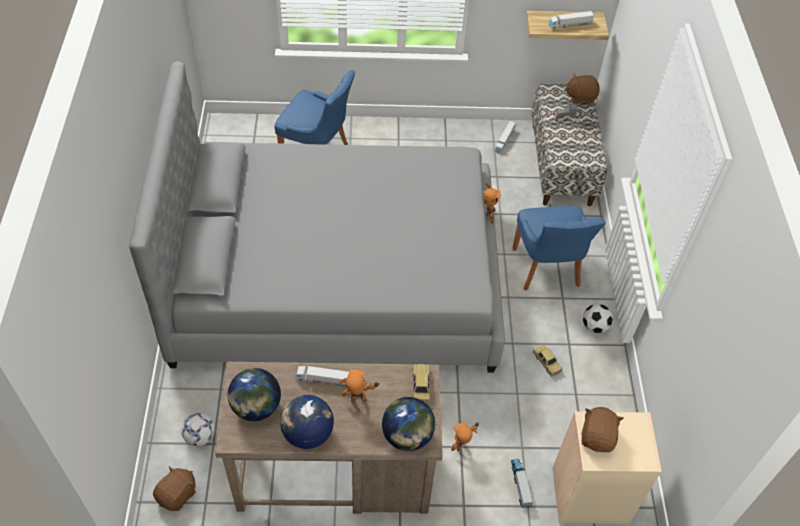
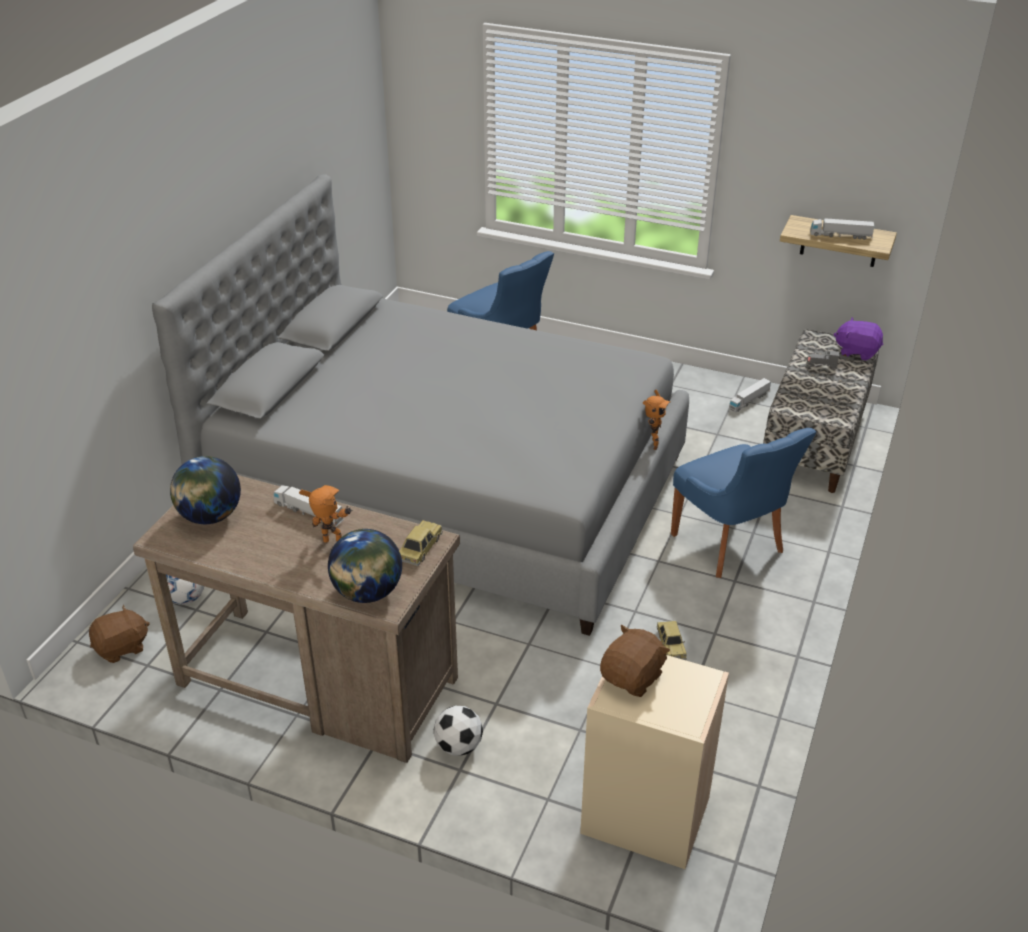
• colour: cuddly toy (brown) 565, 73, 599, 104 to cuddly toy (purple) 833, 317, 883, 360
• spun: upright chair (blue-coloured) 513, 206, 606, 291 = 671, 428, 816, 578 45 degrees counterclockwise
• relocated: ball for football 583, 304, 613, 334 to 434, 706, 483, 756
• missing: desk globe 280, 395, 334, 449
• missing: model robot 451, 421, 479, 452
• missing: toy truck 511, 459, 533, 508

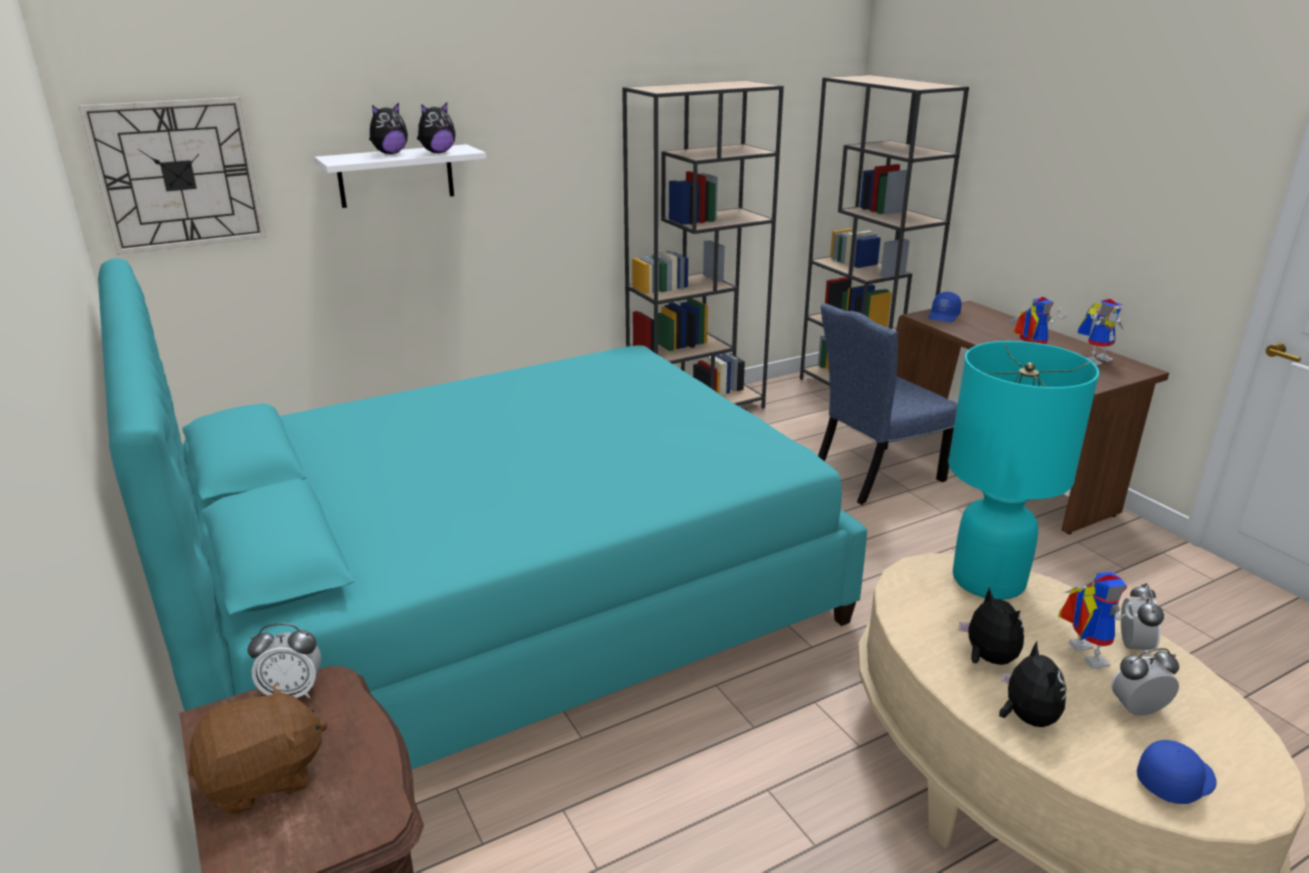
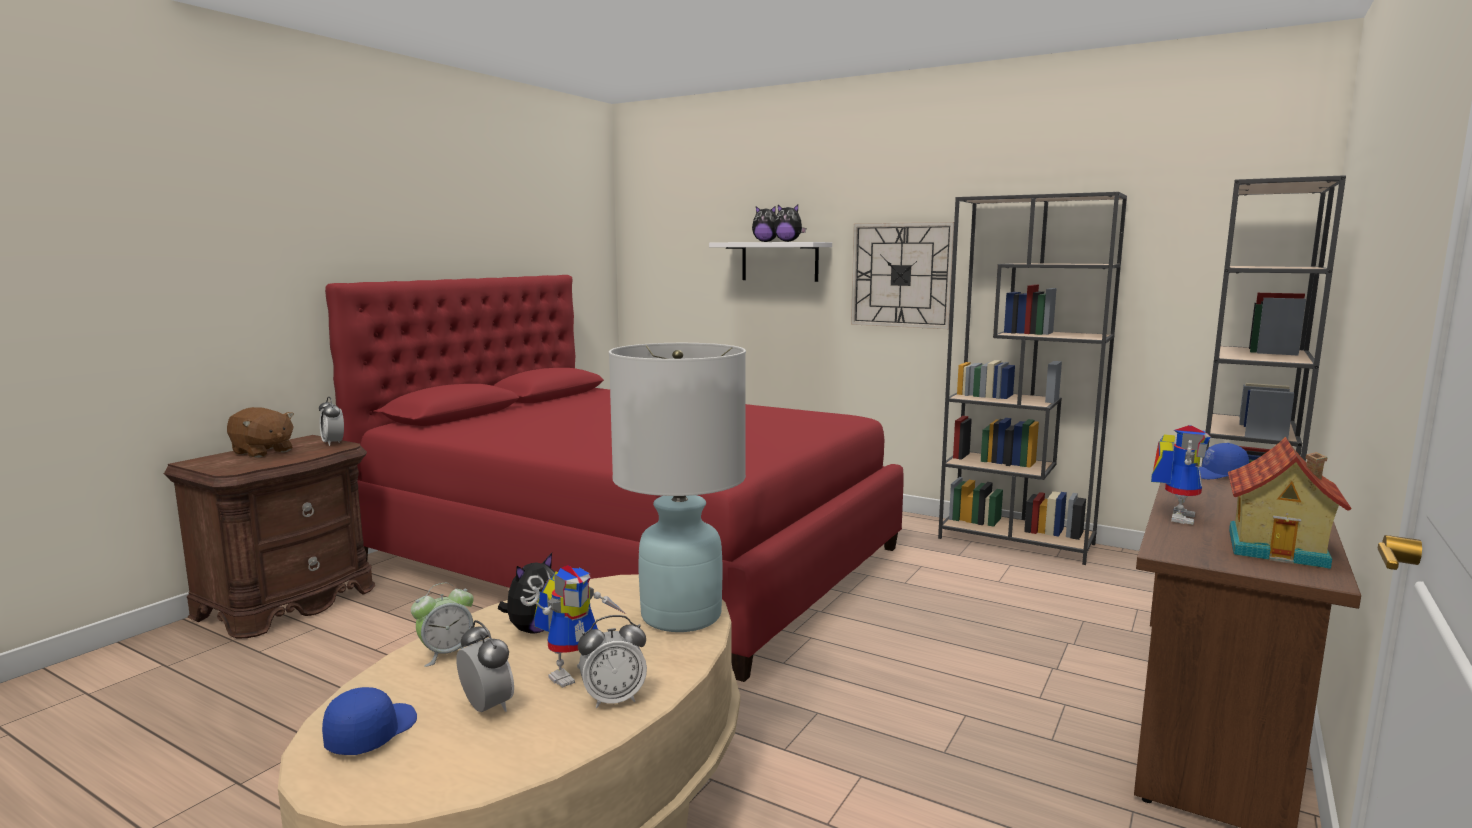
• relocated: clock on the wall 79, 97, 266, 255 to 851, 222, 954, 329
• colour: bedroom bed (blue-green) 98, 258, 867, 769 to bedroom bed (red) 325, 275, 904, 682
• exchanged: model robot 1078, 299, 1123, 365 to model house 1228, 437, 1351, 569
• missing: upright chair (blue-coloured) 818, 303, 958, 505
• colour: tabletop lamp (blue-green) 948, 341, 1099, 600 to tabletop lamp (whitish) 609, 343, 746, 632
• exchanged: cuddly toy 999, 641, 1066, 727 to table clock 411, 583, 474, 667
• spun: baseball cap (blue-coloured) 1137, 740, 1217, 804 = 322, 687, 417, 755 105 degrees counterclockwise

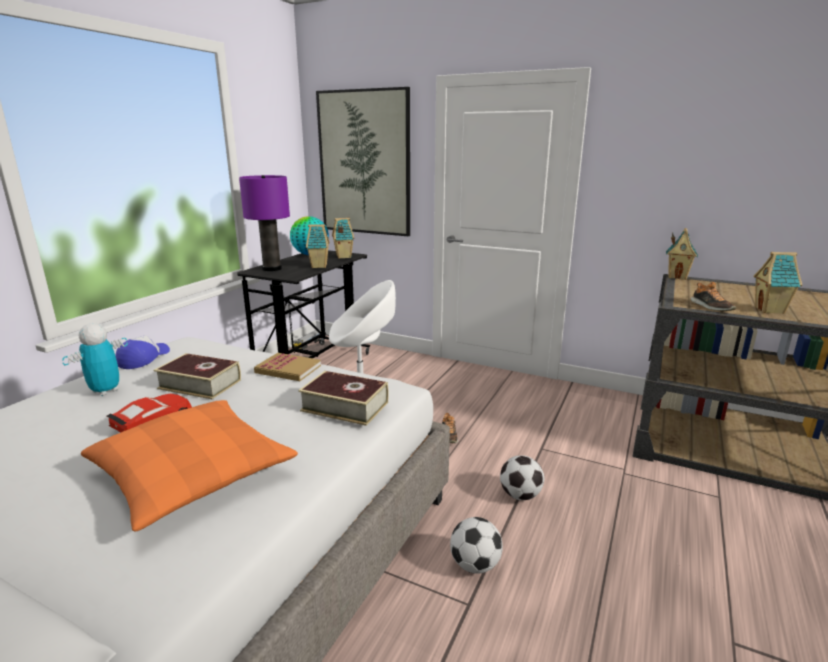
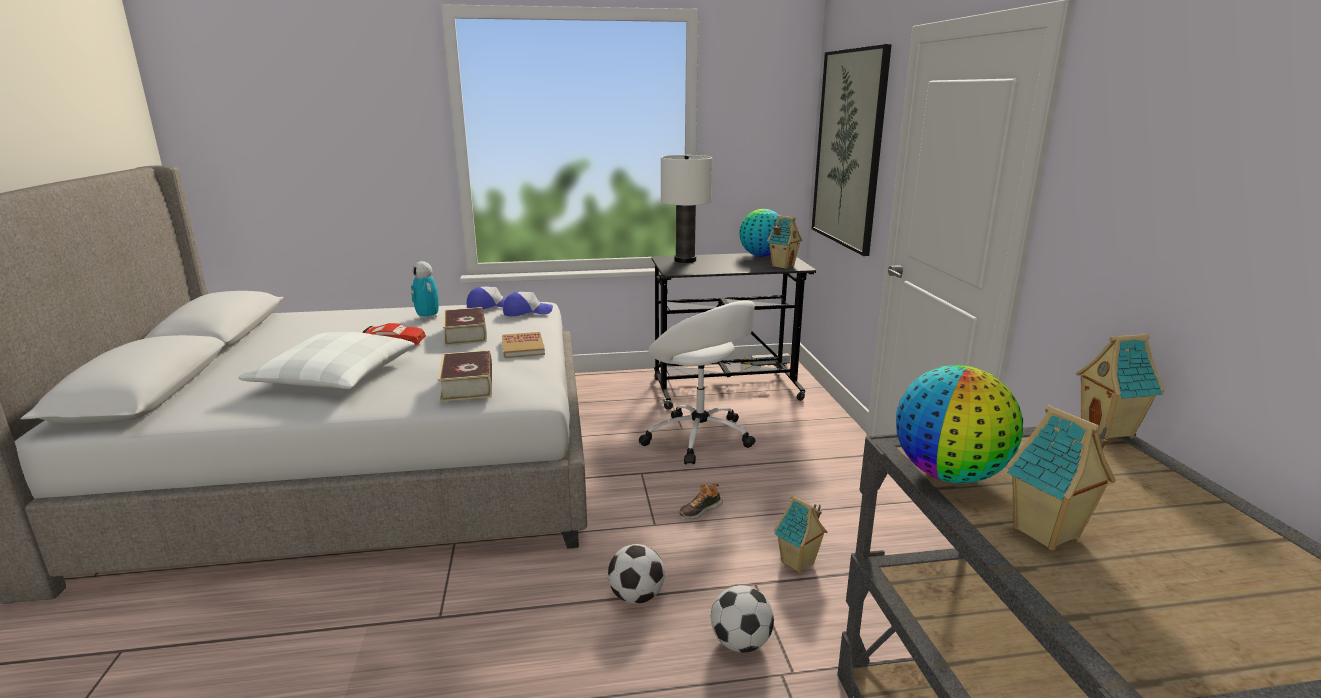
• colour: tabletop lamp (purple) 239, 175, 290, 271 to tabletop lamp (whitish) 661, 155, 712, 263
• relocated: model house 306, 224, 329, 268 to 774, 495, 827, 573
• exchanged: shoe 691, 282, 736, 311 to desk globe 896, 365, 1023, 483
• spun: model robot 62, 323, 128, 396 = 411, 261, 439, 320 120 degrees counterclockwise
• colour: cushion (orangey) 81, 400, 298, 532 to cushion (whitish) 238, 332, 415, 389
• relocated: ball for football 450, 517, 503, 574 to 711, 585, 774, 653
• appeared: baseball cap 503, 292, 553, 317

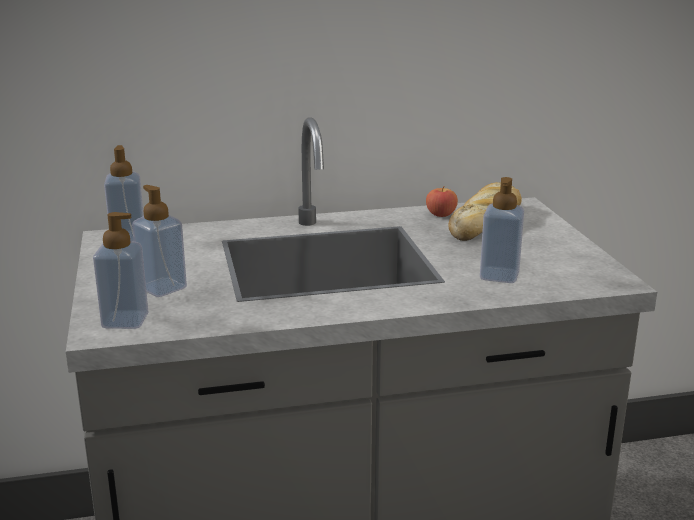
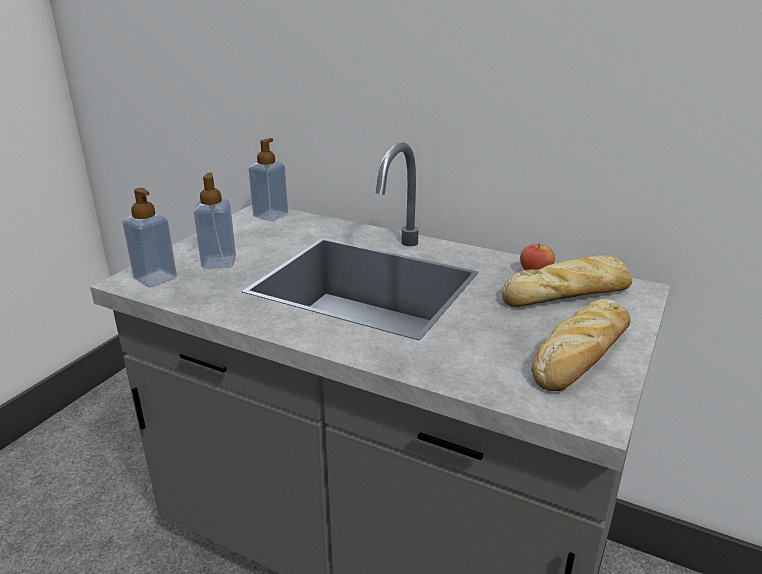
• missing: liquid soap bottle 480, 177, 524, 283
• appeared: bread 531, 299, 631, 391

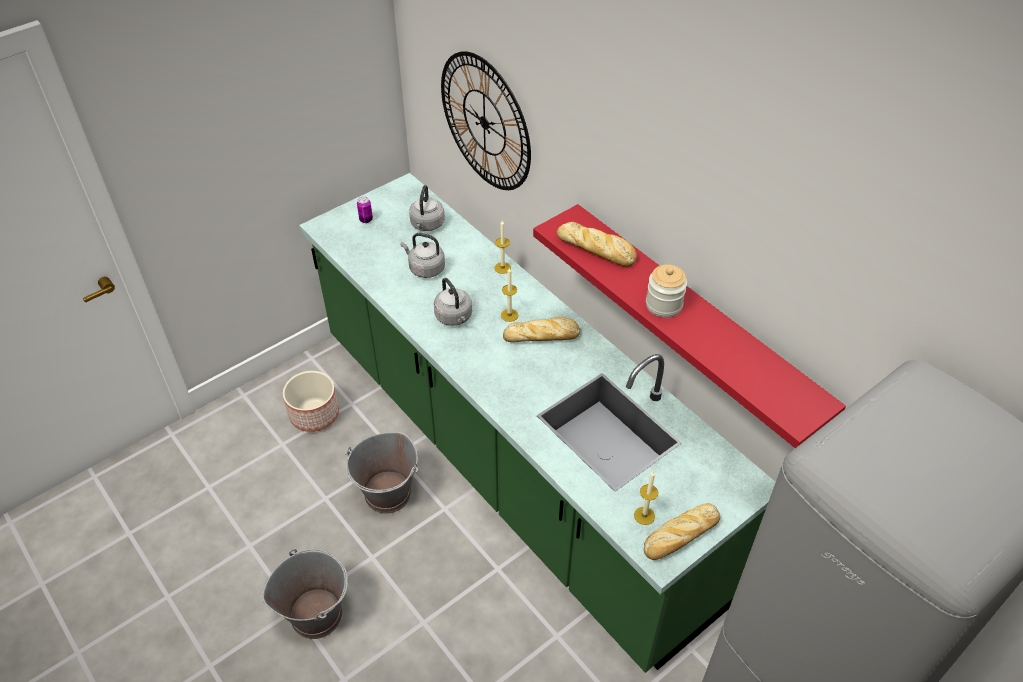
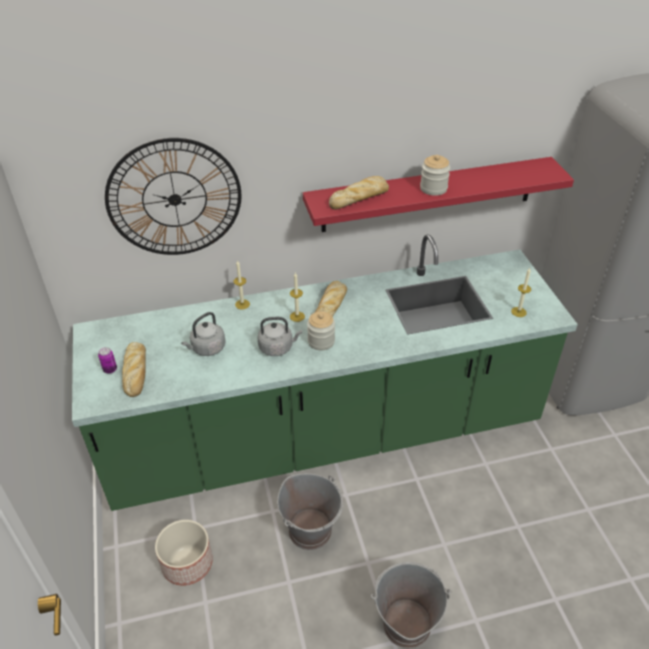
• missing: water kettle (grey) 409, 185, 444, 231
• relocated: bread 644, 503, 720, 560 to 122, 342, 146, 397
• appeared: preserve jar 307, 311, 335, 350

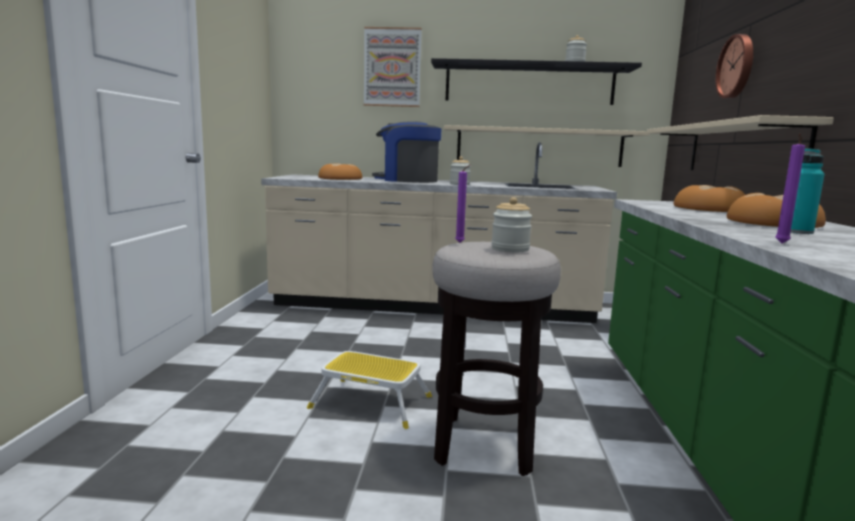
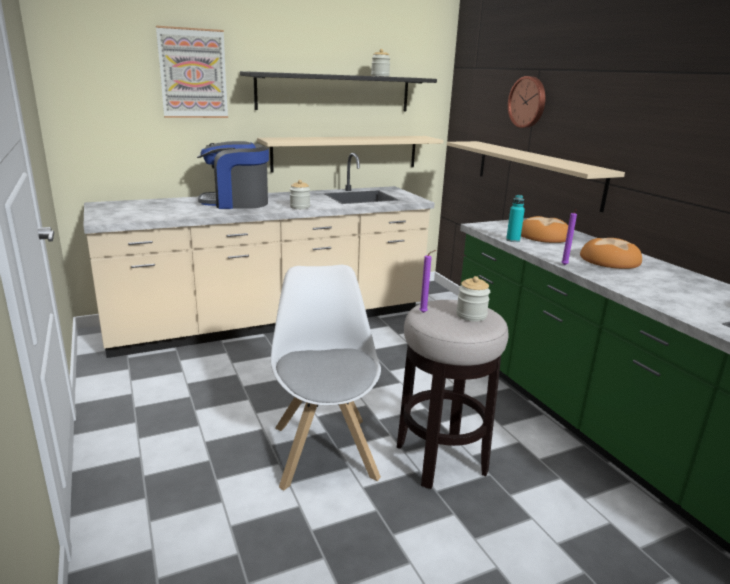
• relocated: wax candle (purple) 775, 133, 805, 243 to 561, 209, 577, 265
• relocated: beverage bottle (blue-green) 790, 149, 824, 234 to 506, 195, 525, 242
• missing: bread 318, 163, 362, 180
• exchanged: step ladder (yellow-coloured) 307, 351, 432, 429 to upright chair 271, 265, 381, 491

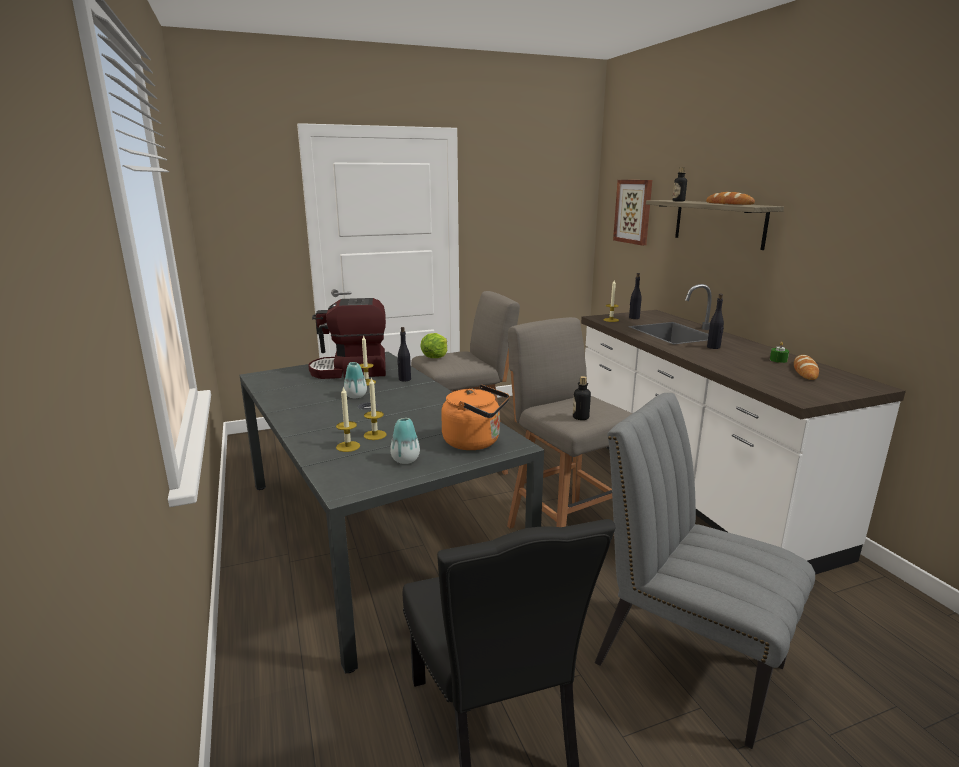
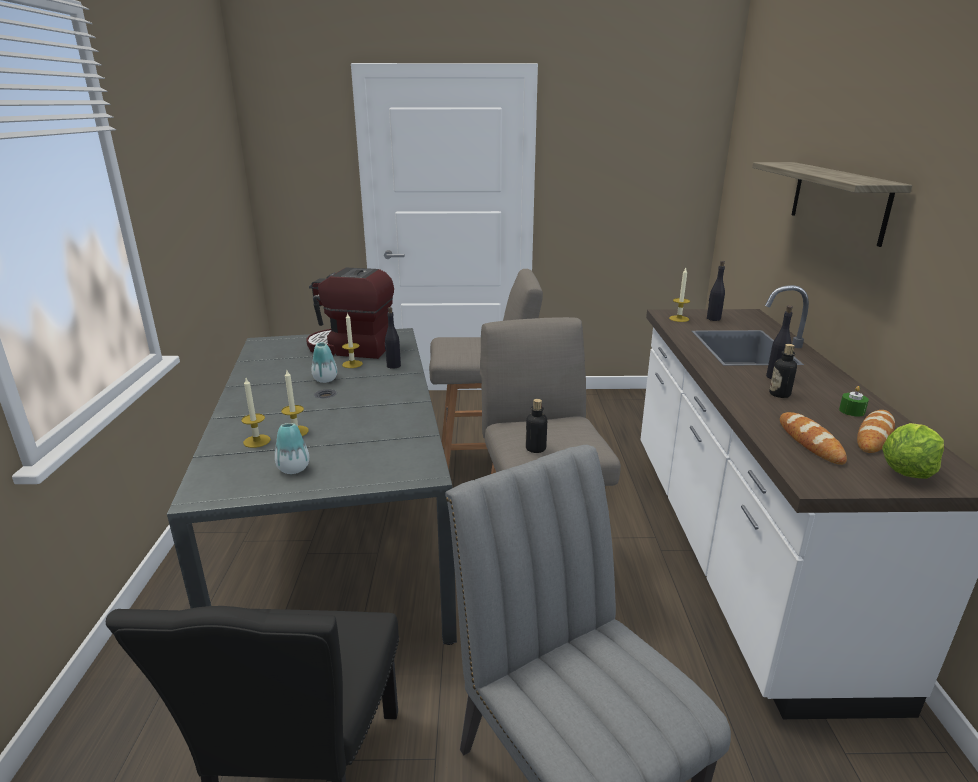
• relocated: beverage bottle 672, 168, 687, 201 to 769, 344, 797, 398
• missing: wall picture 613, 180, 652, 245
• relocated: bread 706, 192, 755, 205 to 780, 412, 847, 465
• relocated: lettuce head 420, 333, 447, 358 to 882, 423, 944, 479
• missing: water kettle (orangey) 441, 385, 510, 450

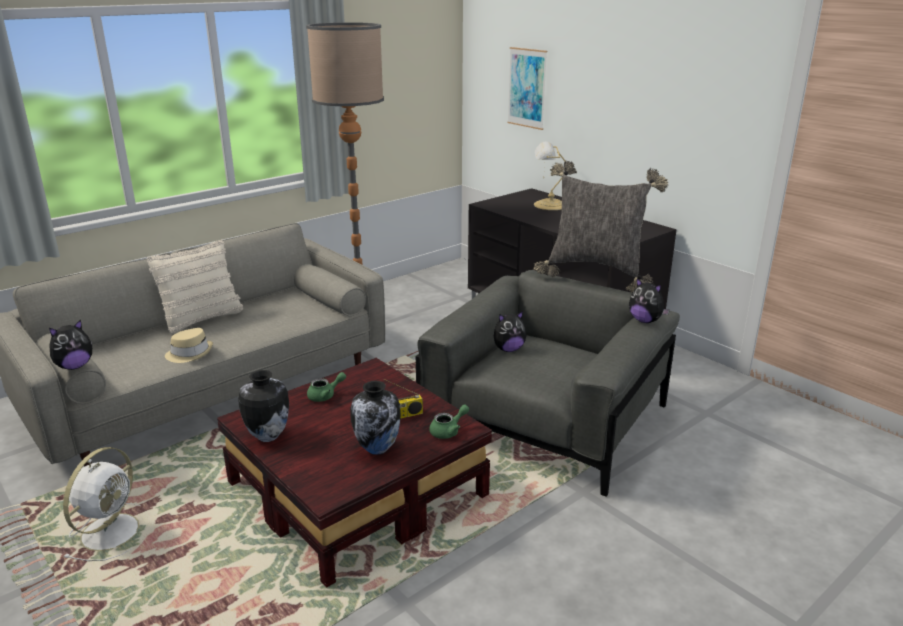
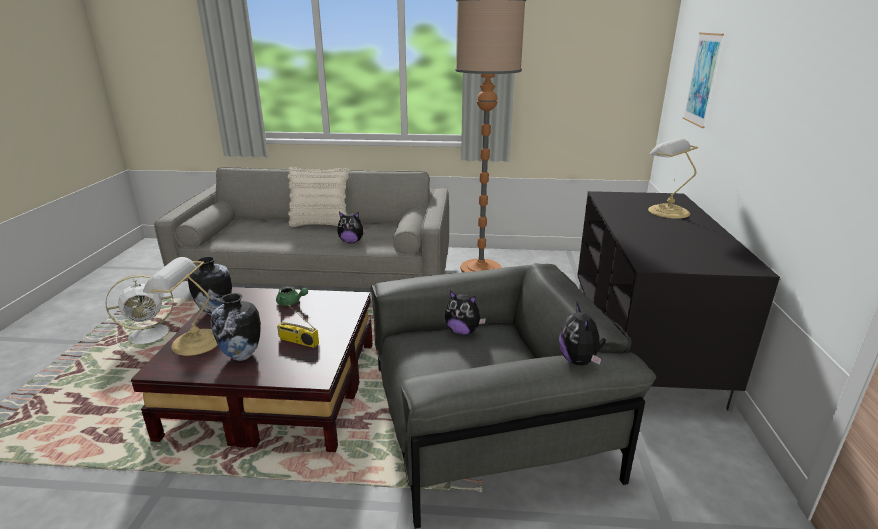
• missing: cushion 534, 161, 668, 293
• relocated: cuddly toy 49, 319, 92, 370 to 337, 212, 367, 243
• missing: clothing hat (beige-coloured) 165, 328, 213, 363
• missing: teapot (green) 430, 405, 469, 439
• appeared: tabletop lamp 143, 257, 218, 356

